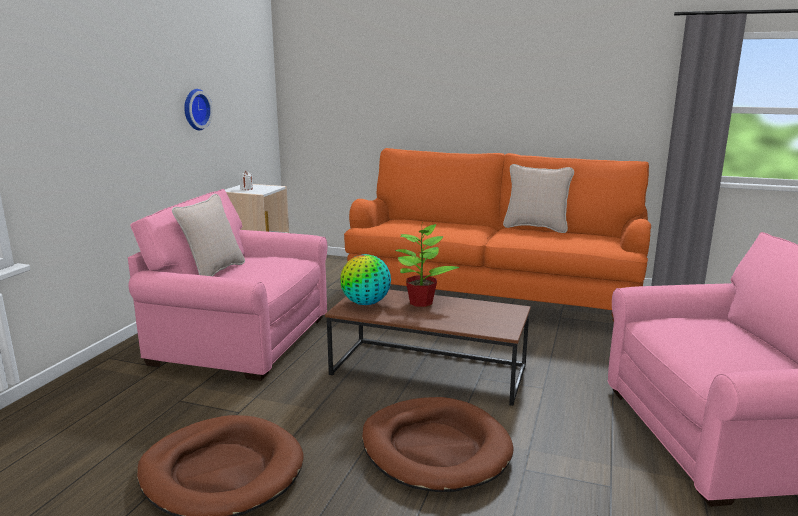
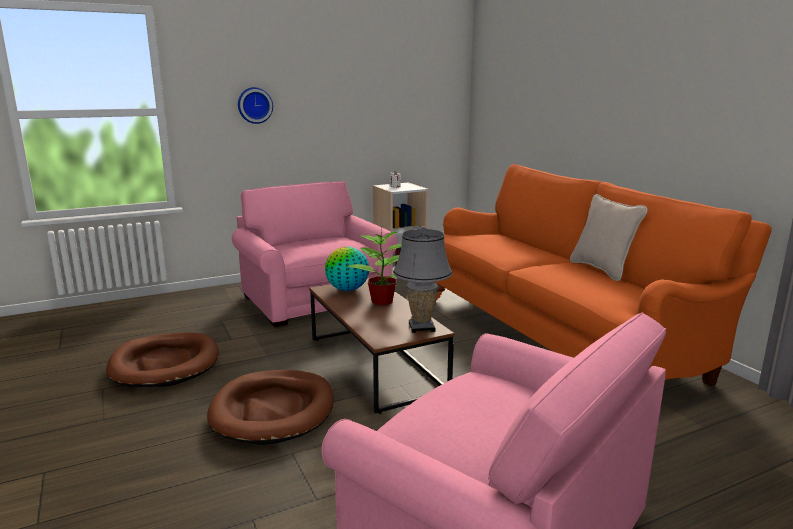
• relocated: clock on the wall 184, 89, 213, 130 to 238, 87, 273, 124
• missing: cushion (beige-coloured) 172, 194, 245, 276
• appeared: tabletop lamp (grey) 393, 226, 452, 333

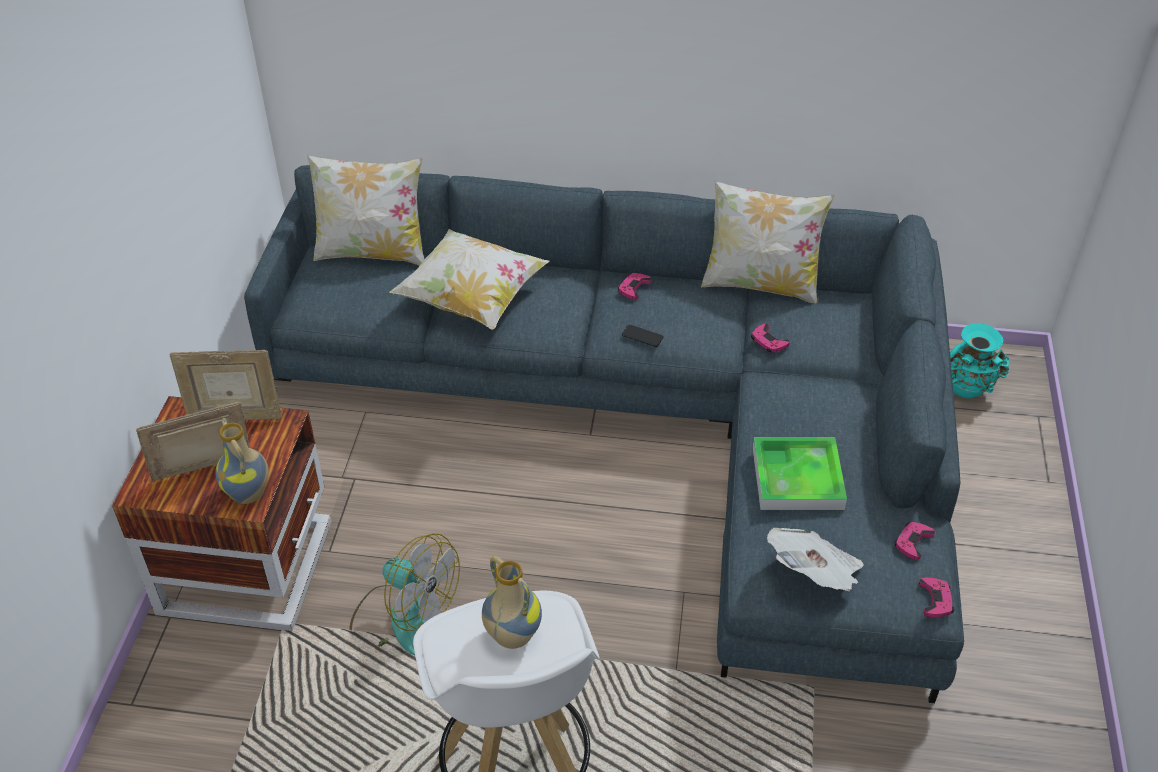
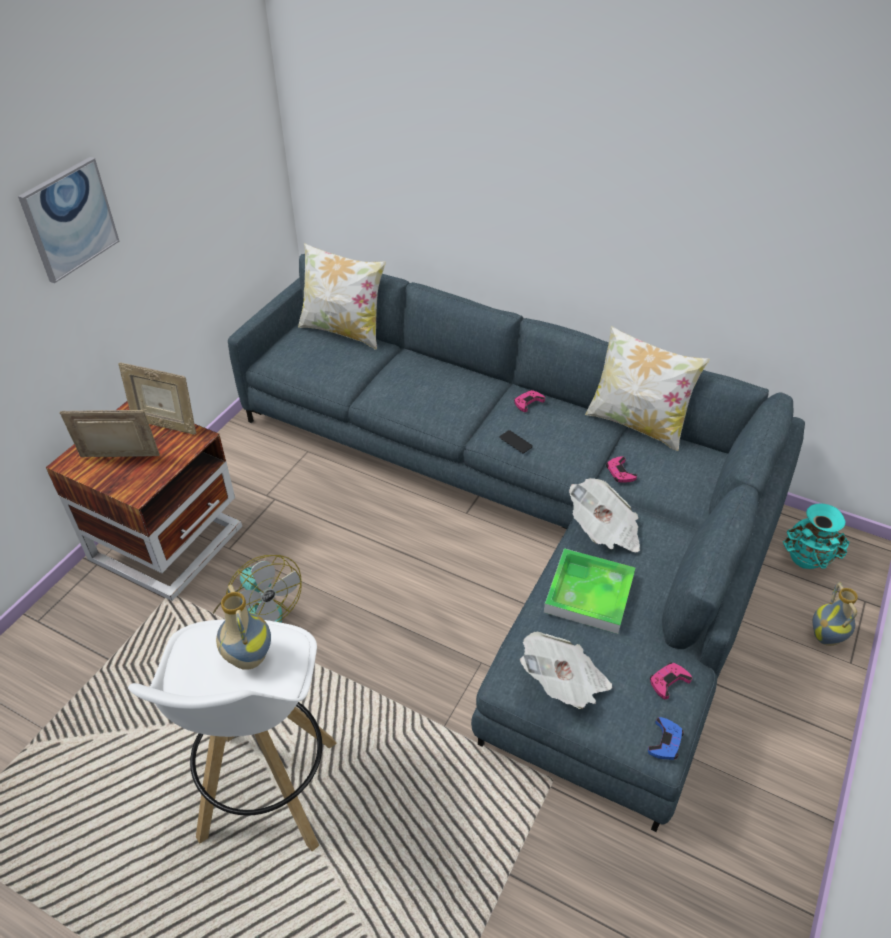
• missing: cushion 389, 229, 550, 330
• relocated: decorative vase 215, 418, 269, 504 to 812, 582, 858, 646
• colour: game controller (pink) 919, 577, 954, 617 to game controller (blue-coloured) 648, 717, 684, 760
• appeared: wall picture 18, 157, 119, 283
• appeared: printed paper 569, 478, 640, 552

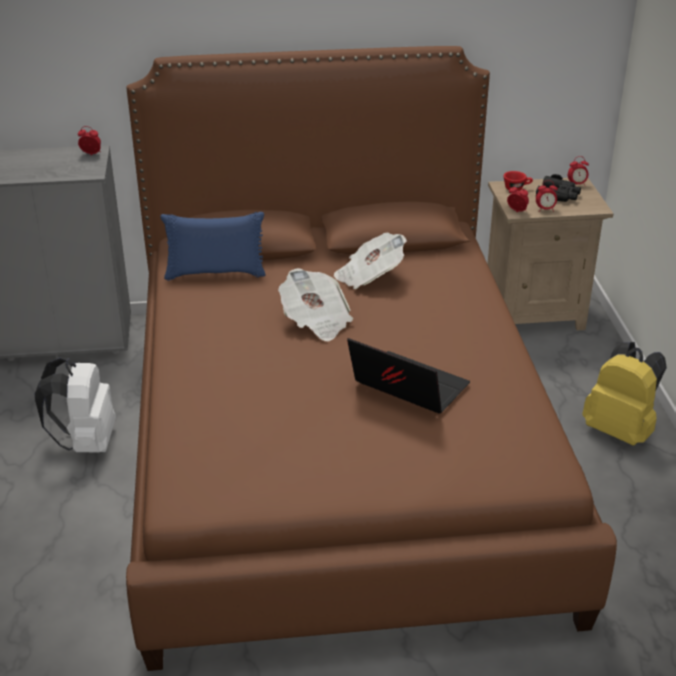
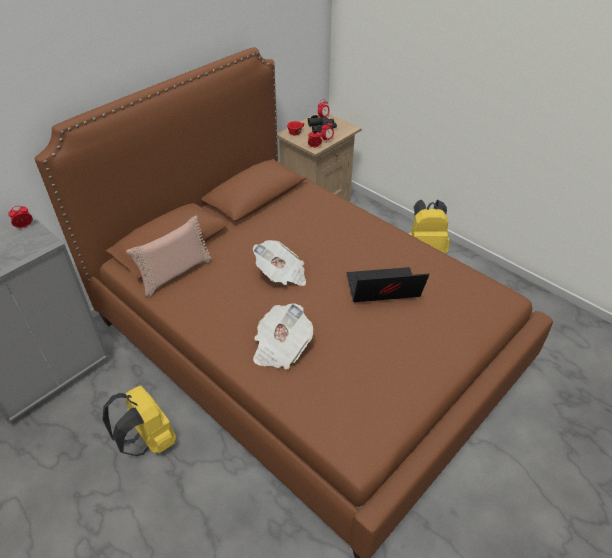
• colour: cushion (blue-coloured) 160, 212, 265, 281 to cushion (beige-coloured) 126, 216, 212, 296
• relocated: printed paper 334, 232, 407, 289 to 253, 303, 313, 369
• colour: knapsack (whitish) 35, 357, 116, 452 to knapsack (yellow-coloured) 102, 386, 176, 456

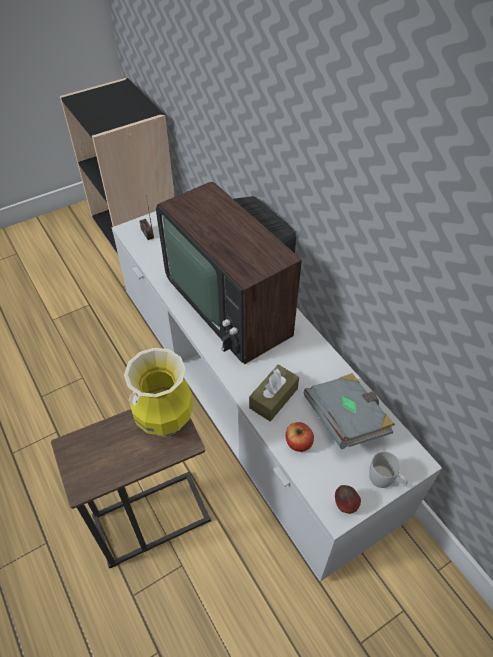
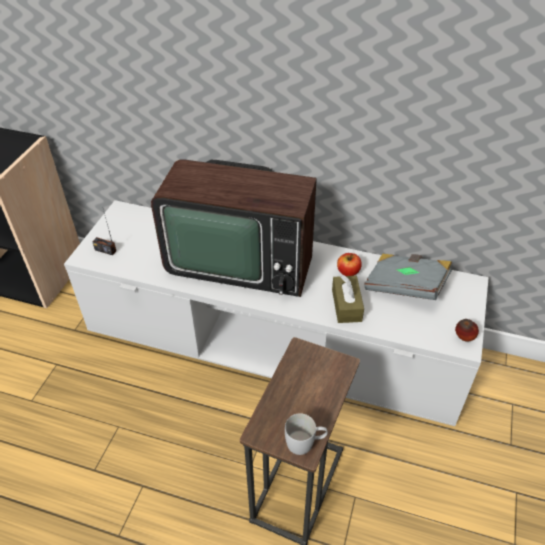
• missing: decorative vase 124, 347, 193, 437
• relocated: apple 286, 422, 314, 452 to 337, 253, 362, 276
• relocated: mug (whitish) 369, 452, 408, 488 to 285, 414, 328, 455

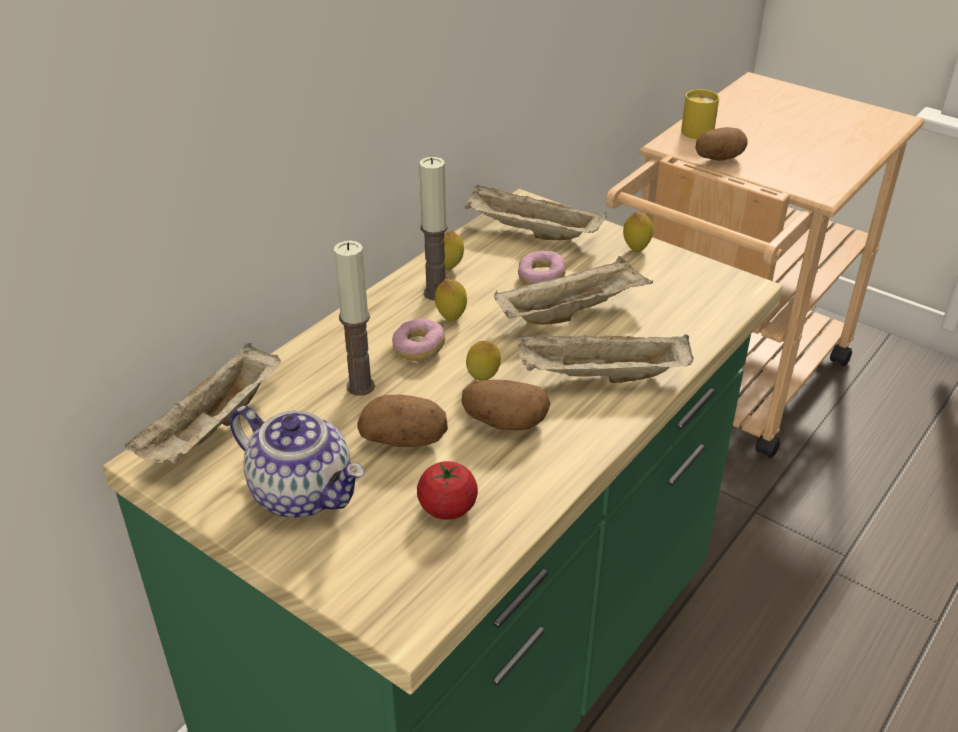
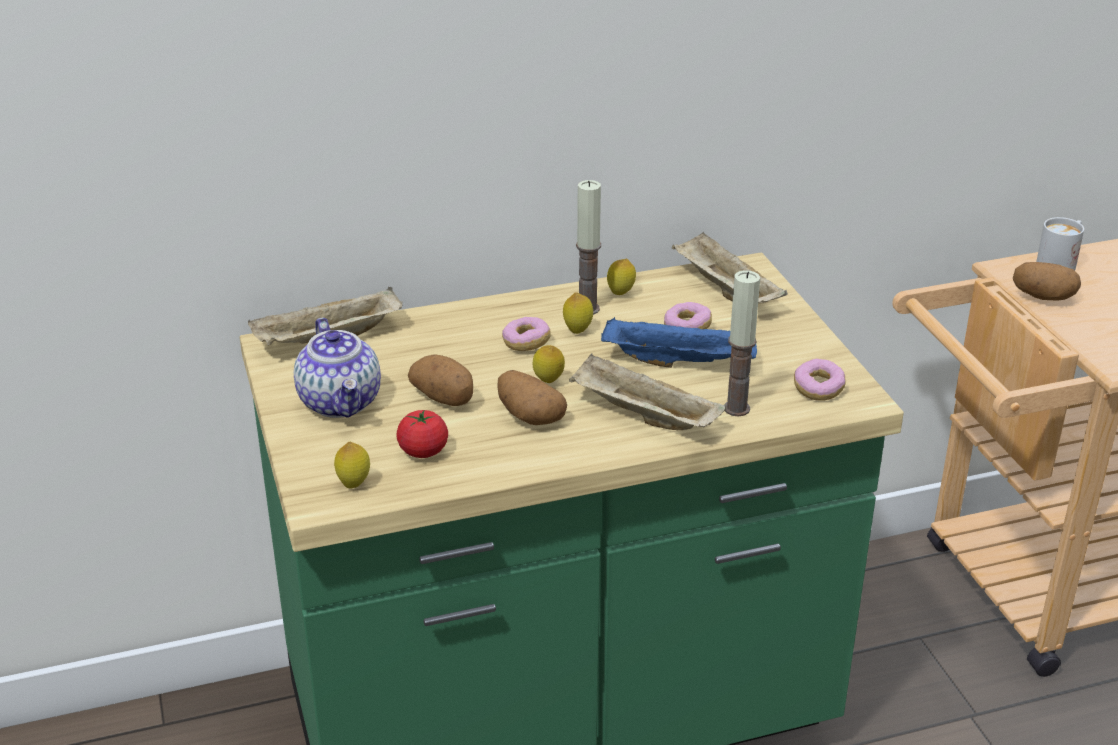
• colour: mug (yellow-coloured) 681, 89, 719, 139 to mug (whitish) 1037, 217, 1084, 270
• relocated: citrus fruit 623, 212, 653, 252 to 334, 442, 370, 488
• relocated: wax candle 334, 241, 375, 396 to 724, 270, 760, 417
• colour: tray (beige-coloured) 494, 256, 653, 325 to tray (blue-coloured) 601, 317, 757, 368
• appeared: donut 794, 359, 845, 400

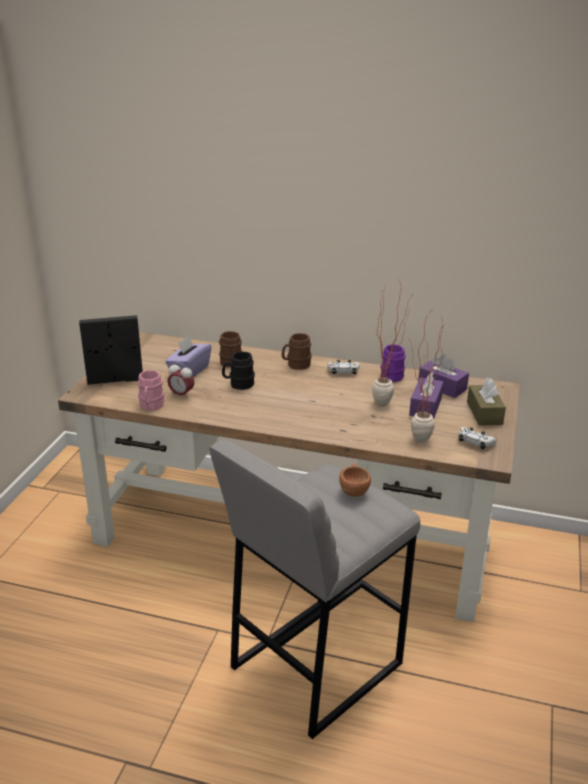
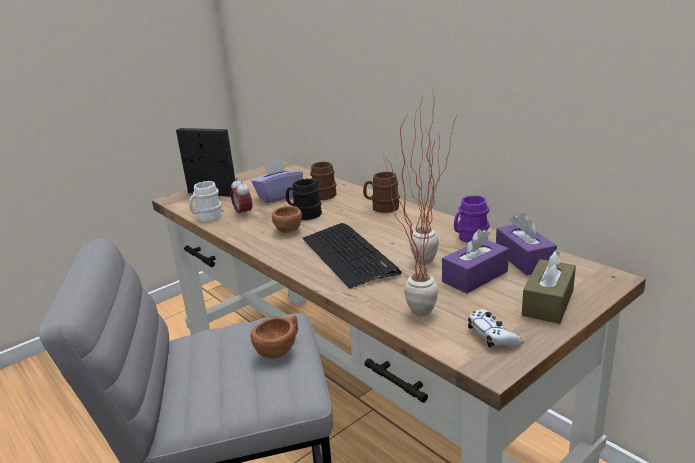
• missing: game controller (whitish) 327, 360, 360, 374
• colour: mug (pink) 138, 370, 164, 411 to mug (whitish) 189, 181, 222, 222
• appeared: cup (brown) 272, 205, 302, 233
• appeared: PC keyboard 303, 223, 401, 289

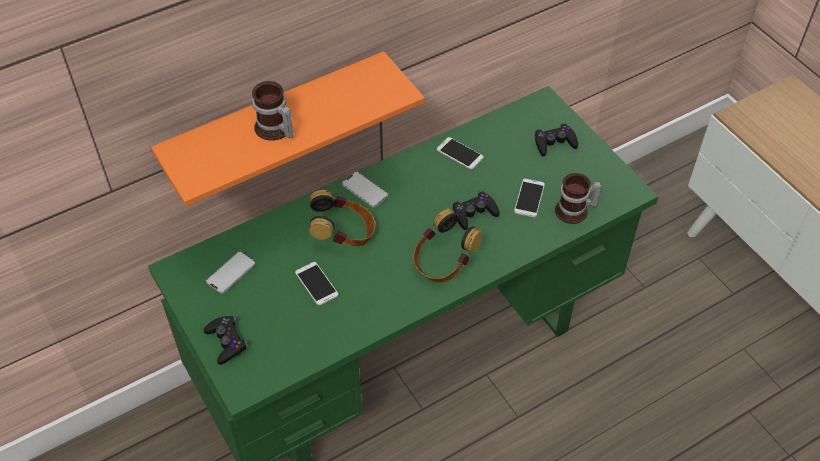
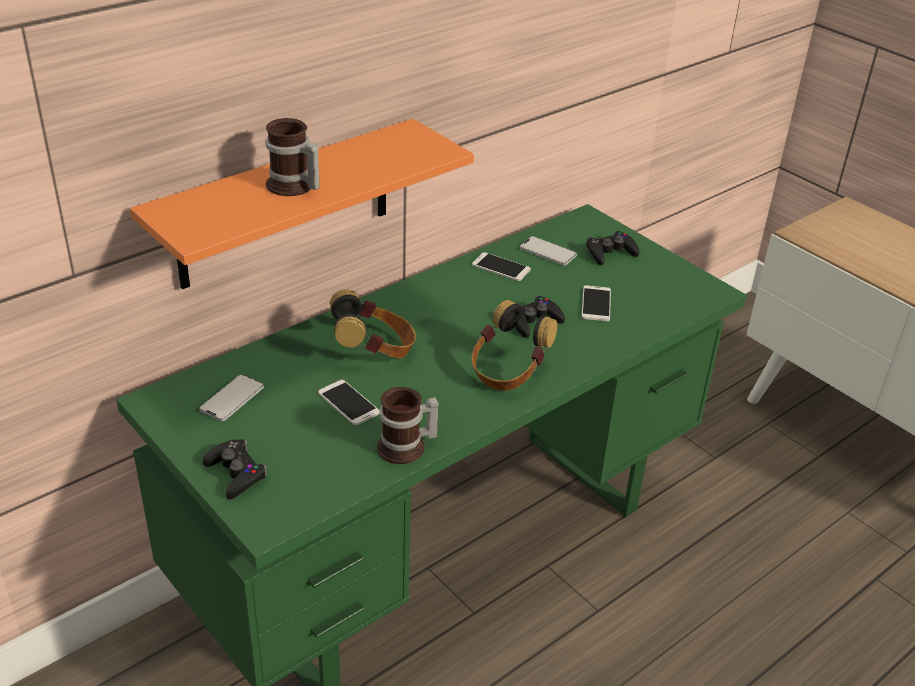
• relocated: telephone 342, 172, 388, 208 to 520, 236, 577, 266
• relocated: mug 555, 173, 602, 224 to 377, 387, 439, 464

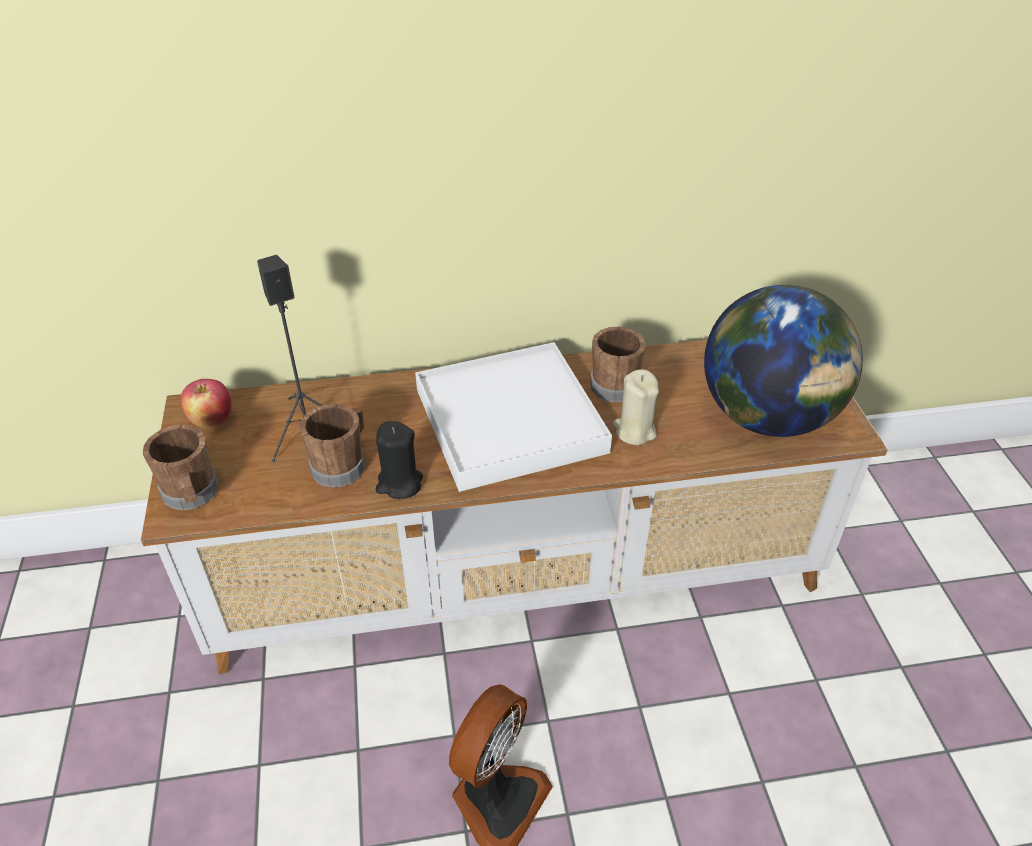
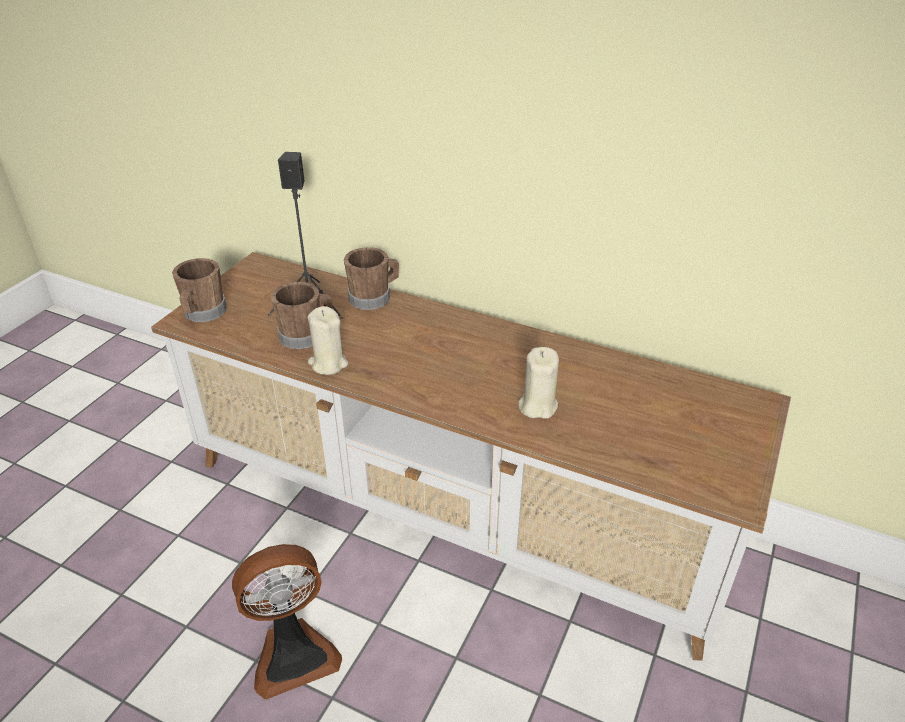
• missing: desk globe 704, 285, 863, 437
• relocated: mug (brown) 590, 327, 646, 402 to 344, 247, 399, 310
• missing: tray (whitish) 415, 342, 612, 492
• missing: apple 180, 379, 231, 428
• colour: wax candle (black) 376, 421, 423, 499 to wax candle (beige-coloured) 308, 306, 348, 375

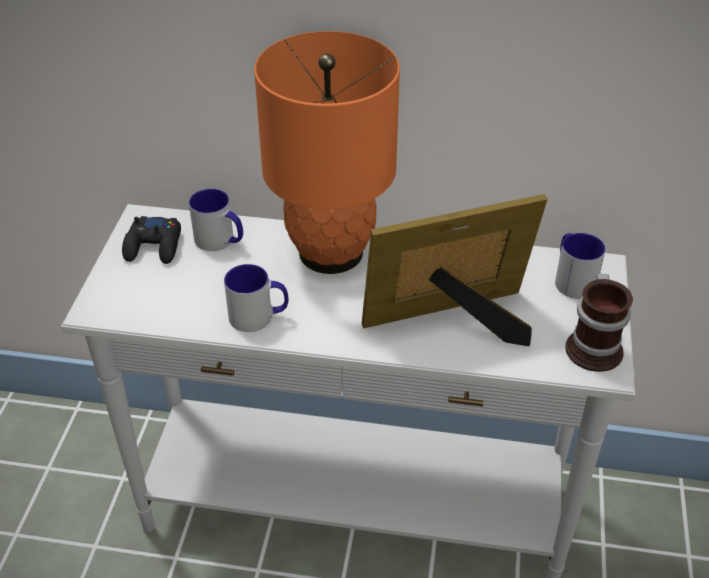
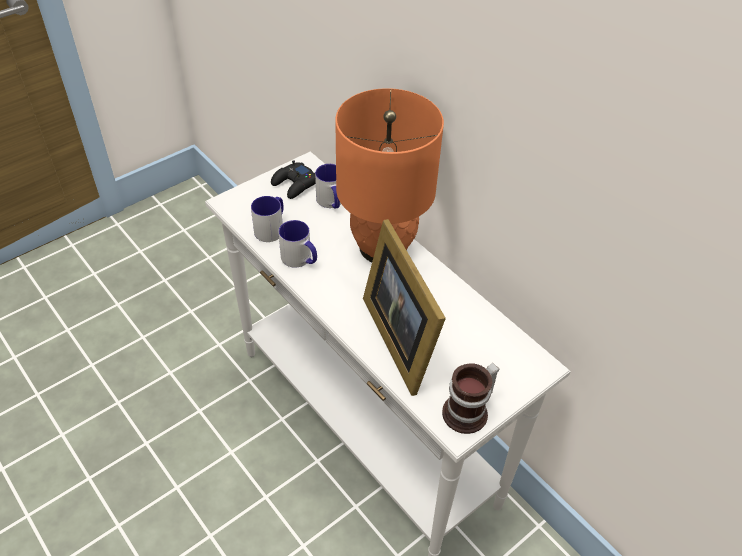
• spun: picture frame 362, 194, 548, 346 = 363, 219, 446, 396 135 degrees counterclockwise
• relocated: mug 555, 233, 605, 299 to 251, 196, 284, 242

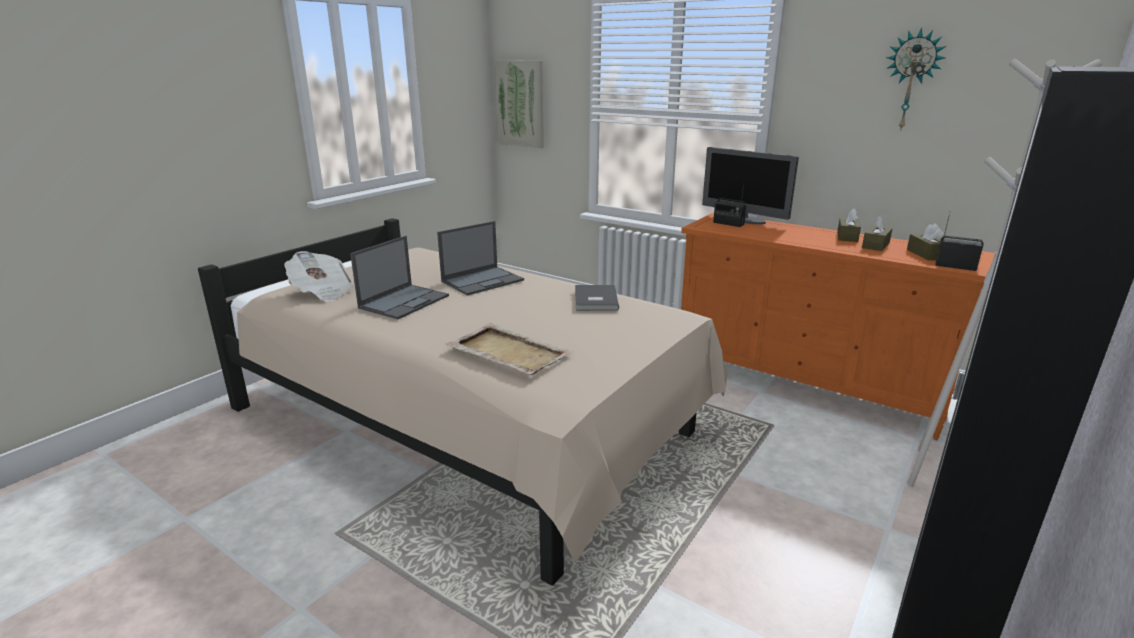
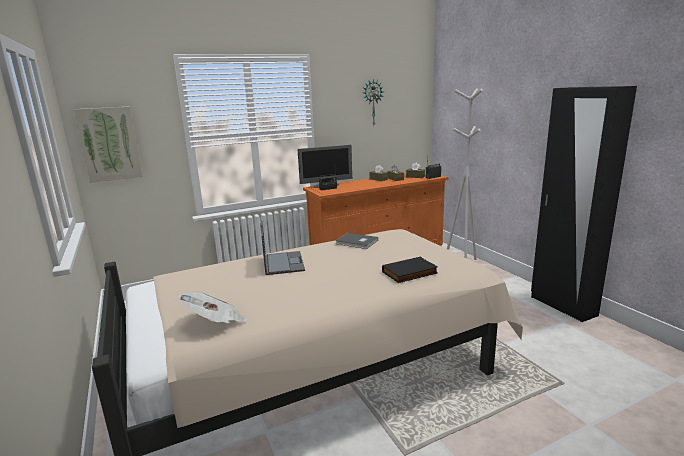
• missing: laptop 350, 236, 449, 319
• exchanged: tray (beige-coloured) 446, 323, 574, 375 to volume (black) 382, 257, 438, 283

